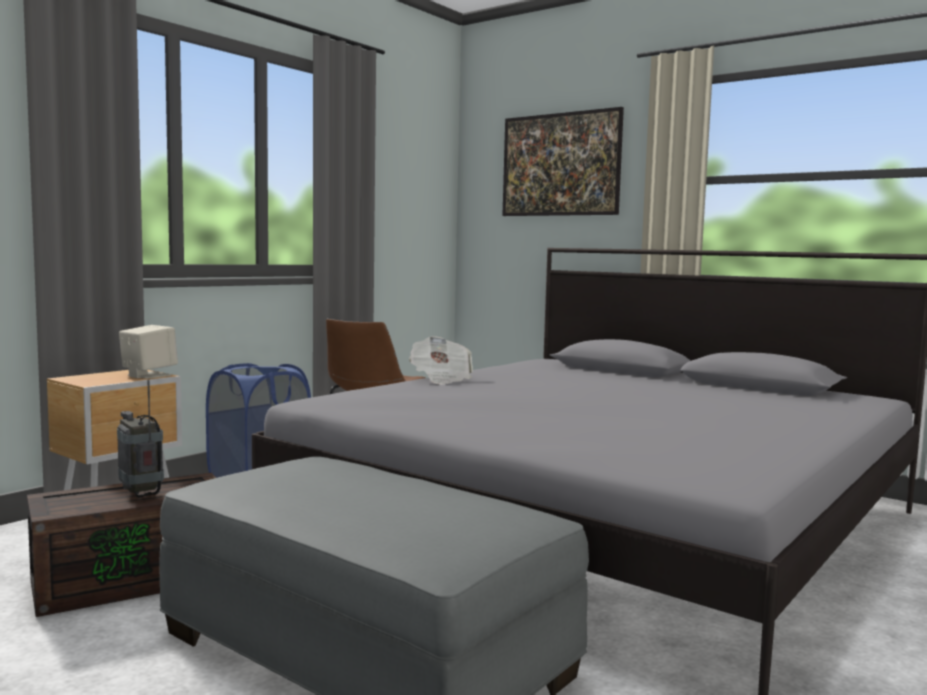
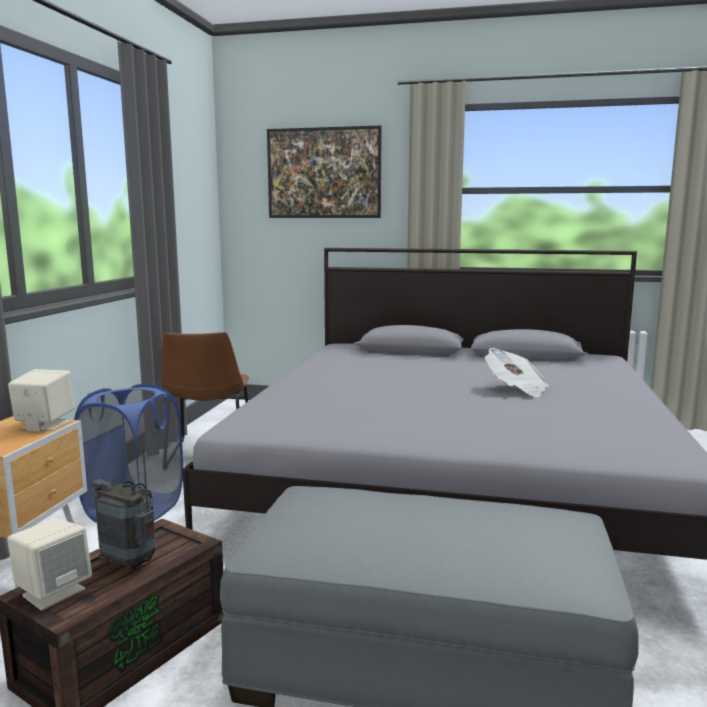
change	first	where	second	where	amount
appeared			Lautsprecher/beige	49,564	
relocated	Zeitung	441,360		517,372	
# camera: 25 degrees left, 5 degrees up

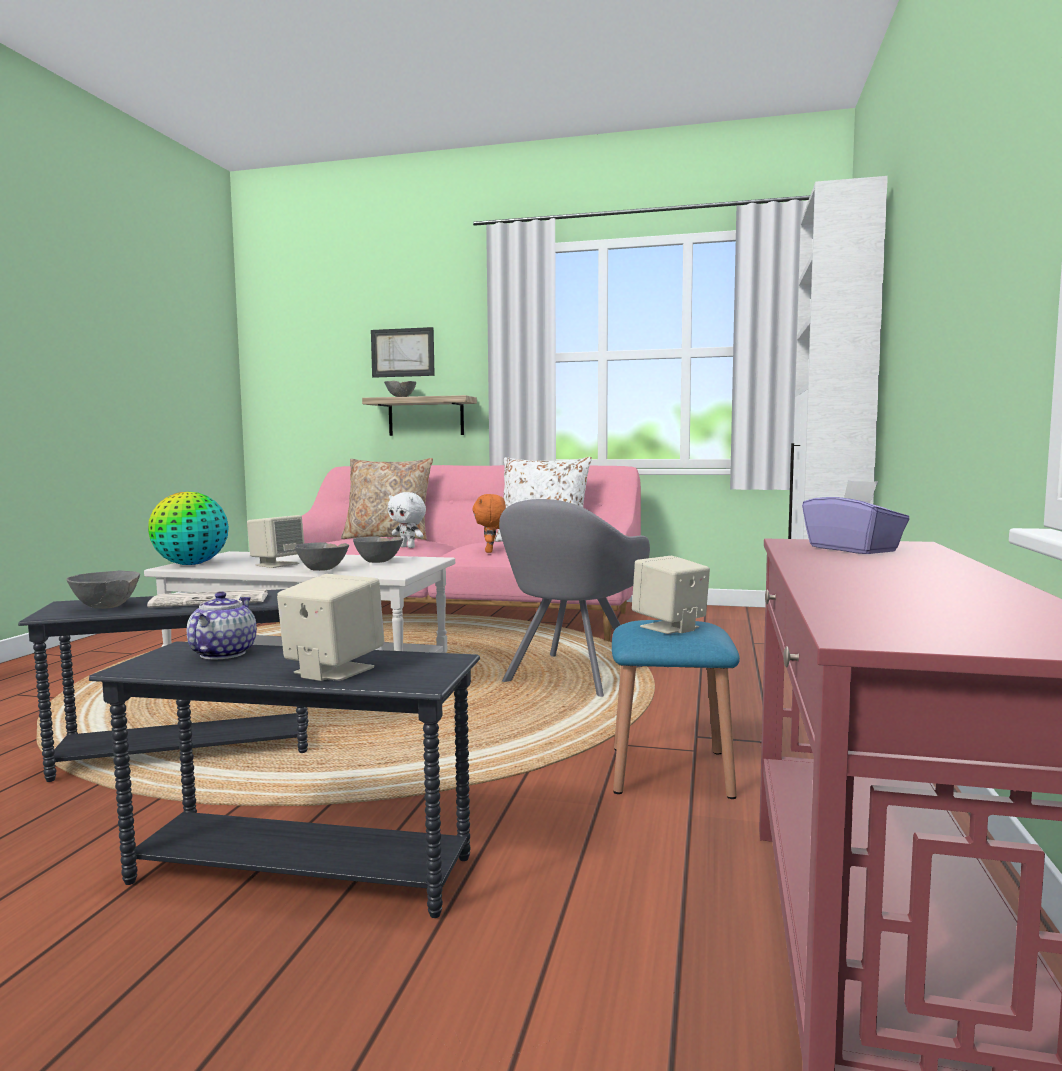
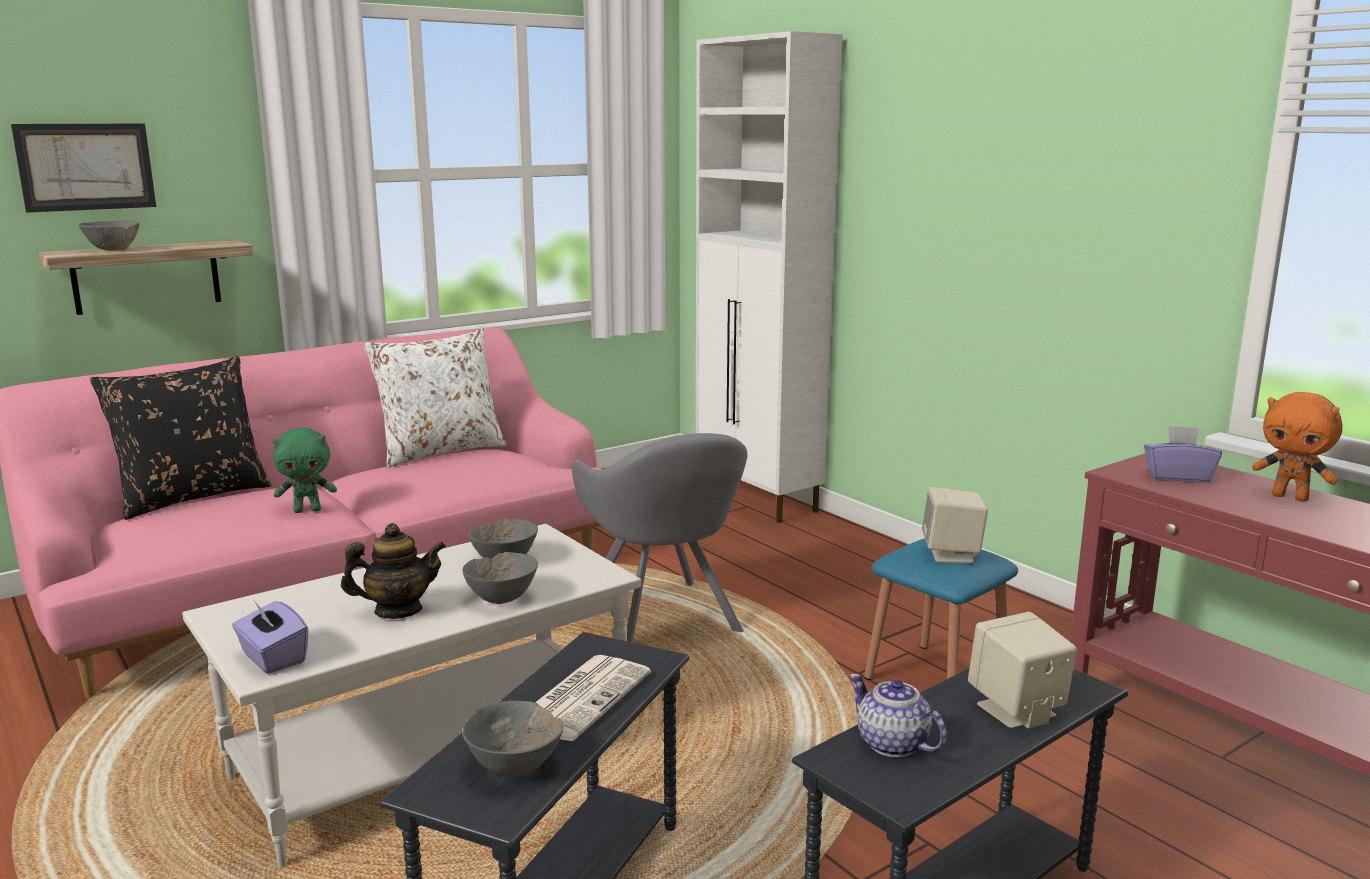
change	first	where	second	where	amount
relocated	Plüschtier/orange	489,523		1297,447	
exchanged	Globus	188,528	Taschentuchbox/lila	270,636	
exchanged	Lautsprecher/beige	275,541	Teekanne	393,571	
colour	Kissen/beige	387,499	Kissen/schwarz	181,438	
colour	Plüschtier/weiß	407,520	Plüschtier/grün	304,470	
# camera: 50 degrees left, 10 degrees up

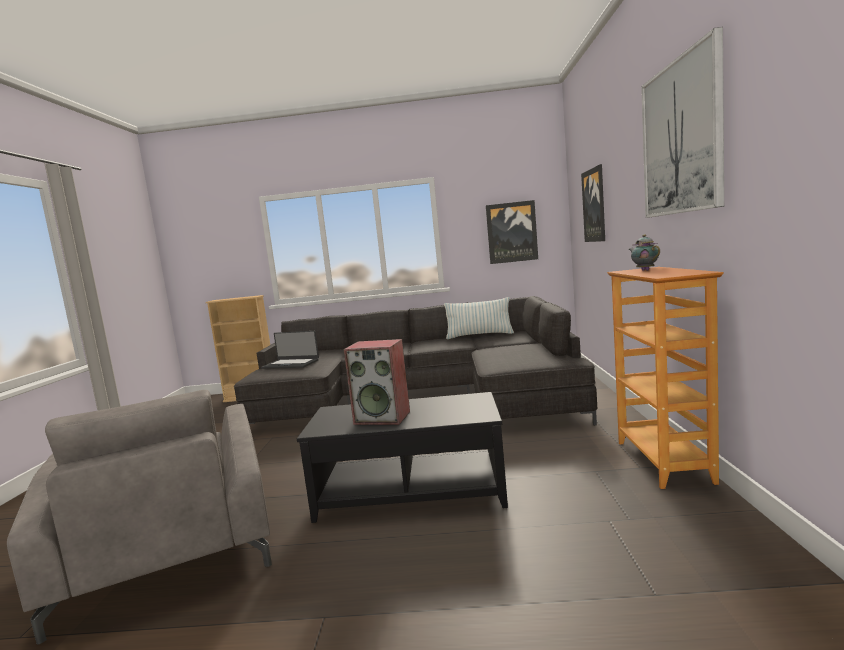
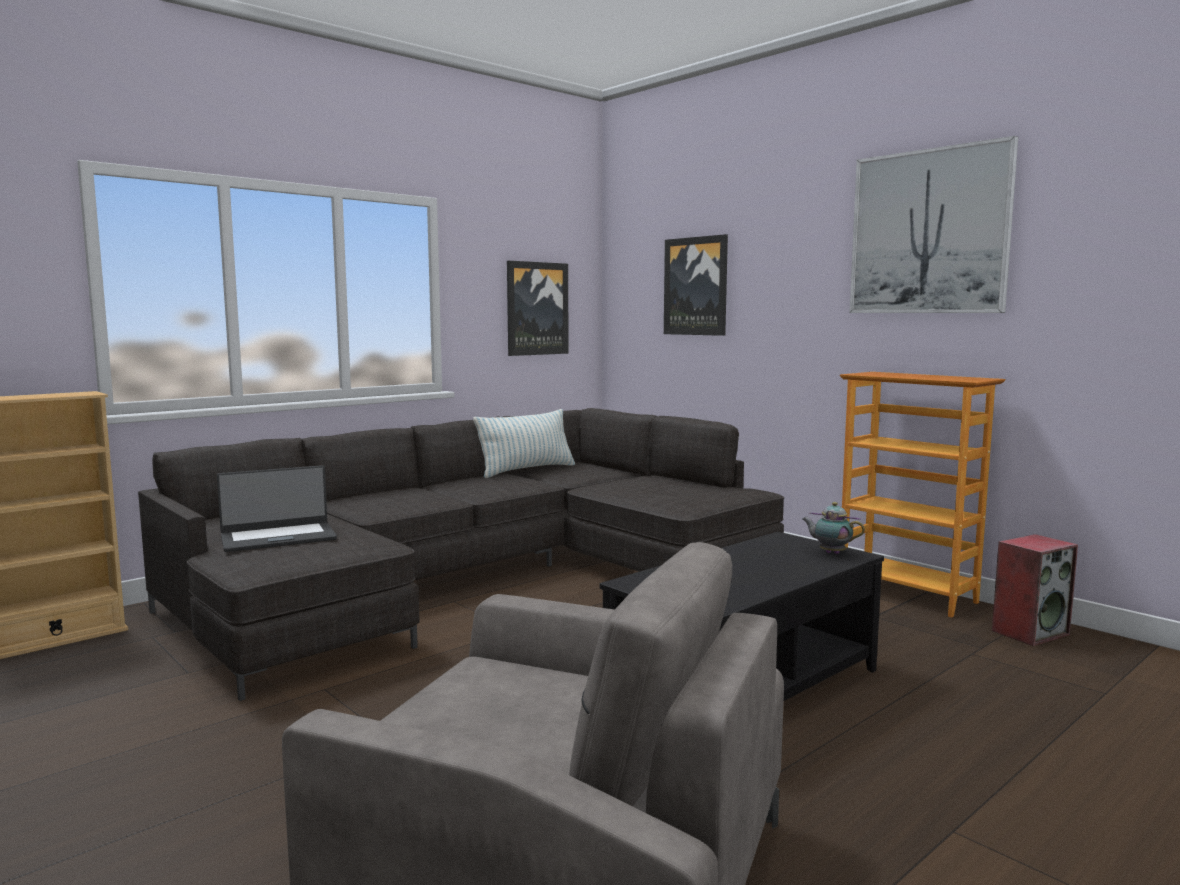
change	first	where	second	where	amount
relocated	Lautsprecher	377,382		1035,590	
relocated	Teekanne	644,252		833,528	
# camera: 45 degrees left, 0 degrees up

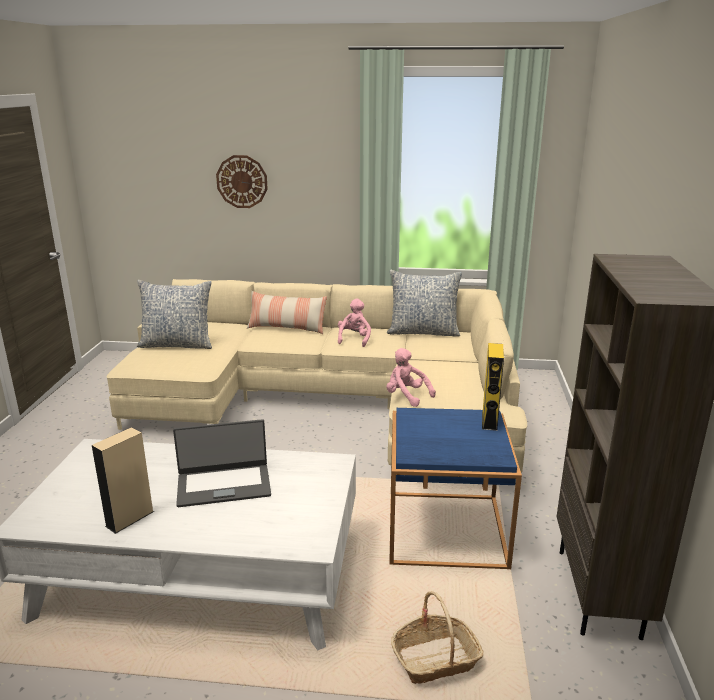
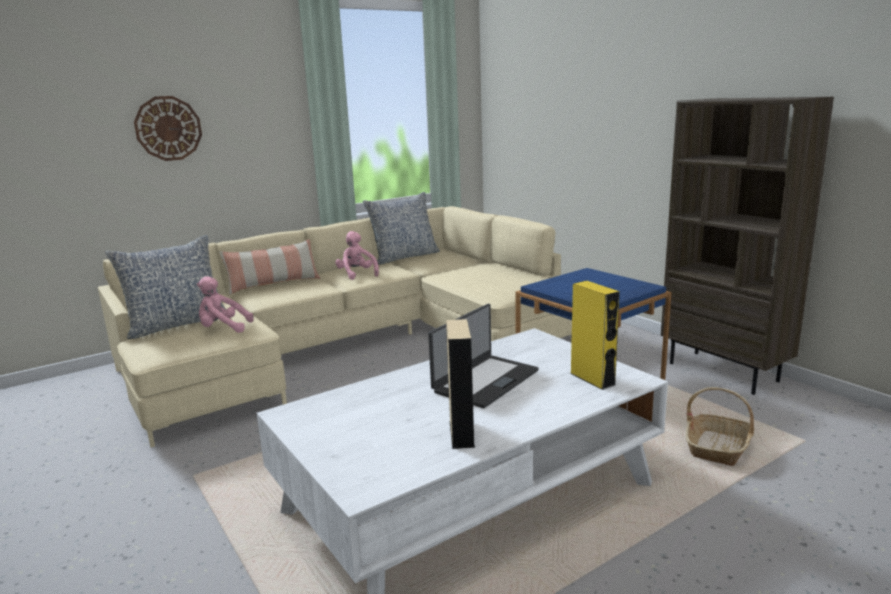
change	first	where	second	where	amount
relocated	Plüschtier/rosa	411,377		225,305	
relocated	Lautsprecher/gelb	493,387		595,335	
# camera: 40 degrees left, 5 degrees down

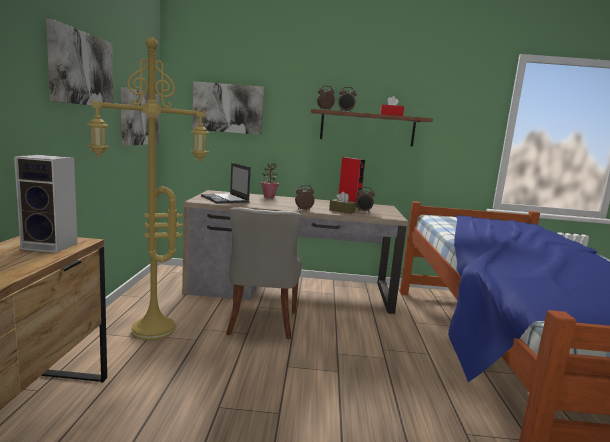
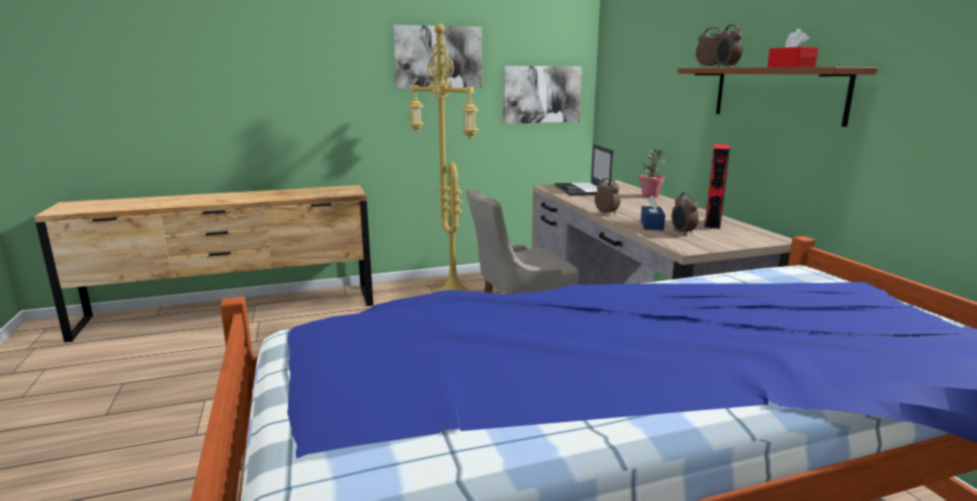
change	first	where	second	where	amount
missing	Lautsprecher	46,204			
missing	Bild	228,108			
colour	Taschentuchbox/braun	342,203	Taschentuchbox/blau	653,212	
spun	Laptop	226,183		584,170	45 degrees counterclockwise
# camera: 70 degrees right, 5 degrees up

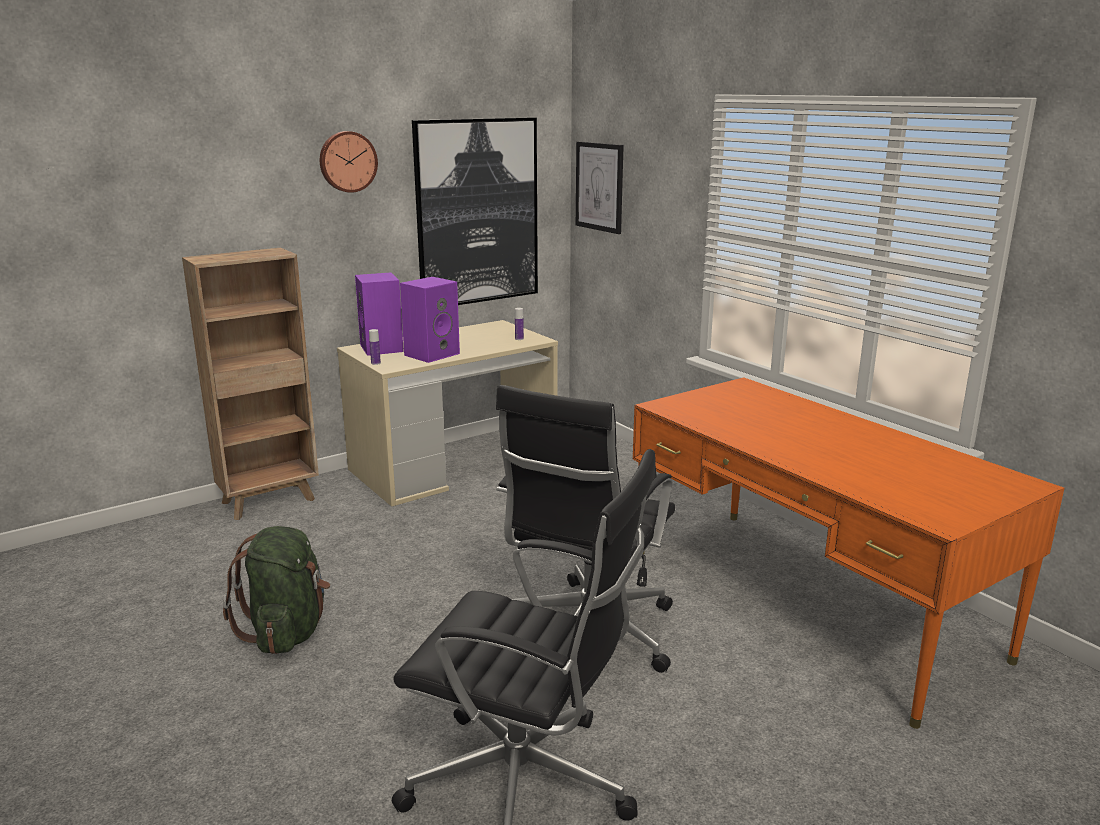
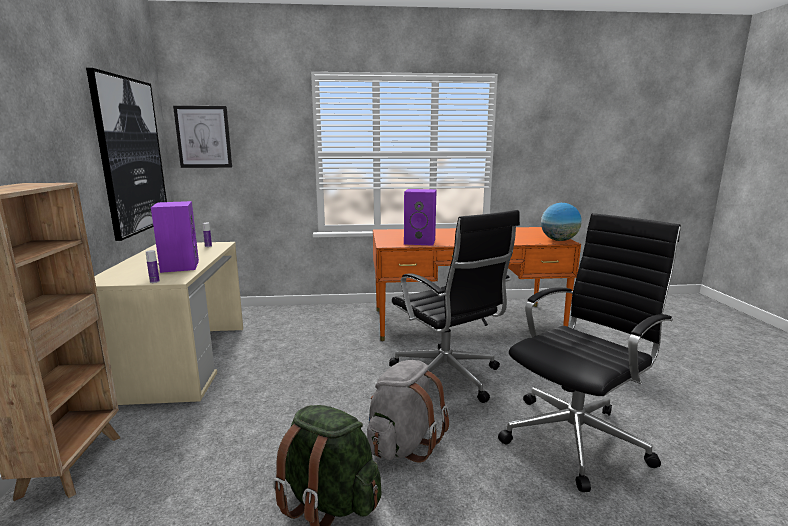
change	first	where	second	where	amount
missing	Wanduhr	349,162			
appeared			Rucksack/grau	408,411	
appeared			Globus	561,222	
relocated	Lautsprecher/lila	379,314		420,217	
# camera: 60 degrees left, 5 degrees down

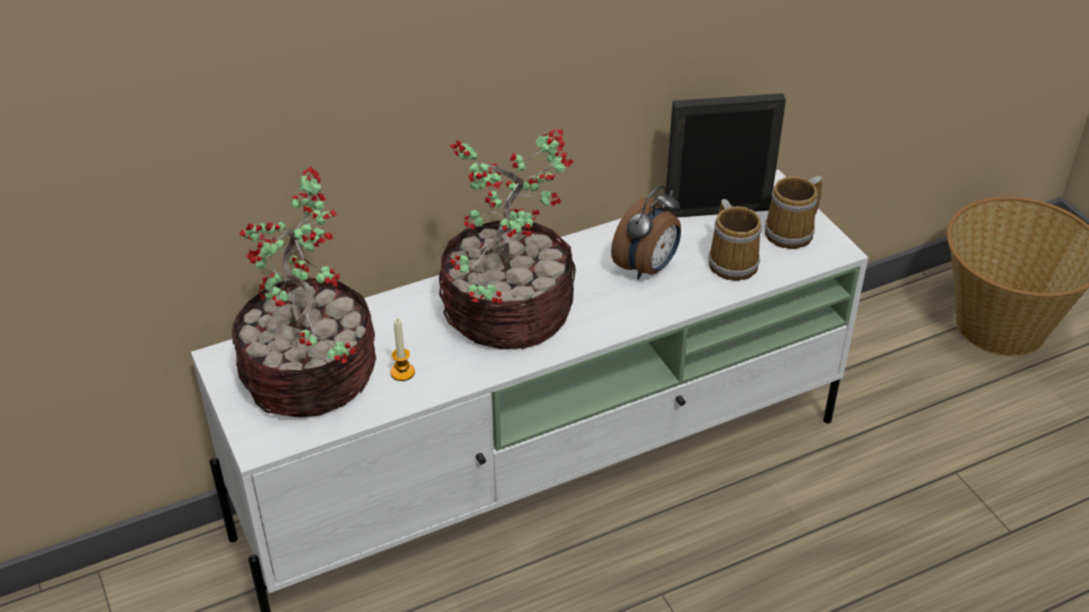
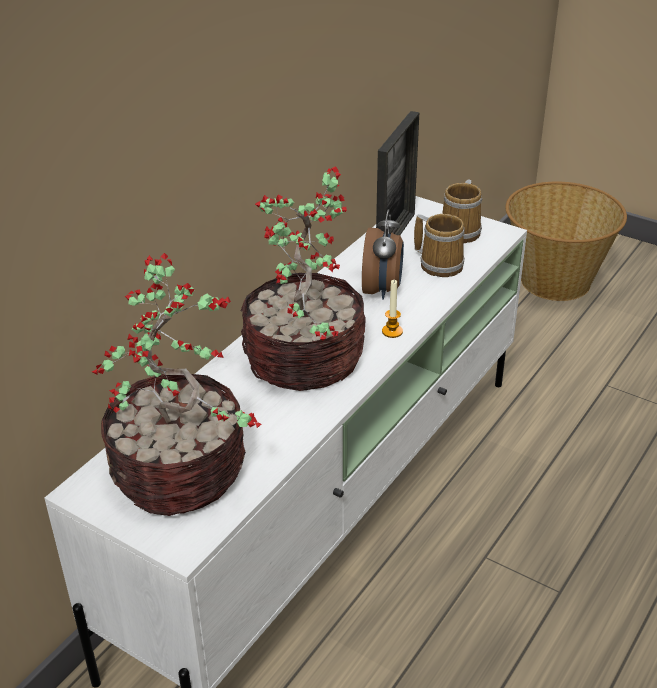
change	first	where	second	where	amount
relocated	Kerze	402,350		392,309	
spun	Bilderrahmen	726,155		397,173	150 degrees clockwise
# camera: 30 degrees left, 5 degrees down

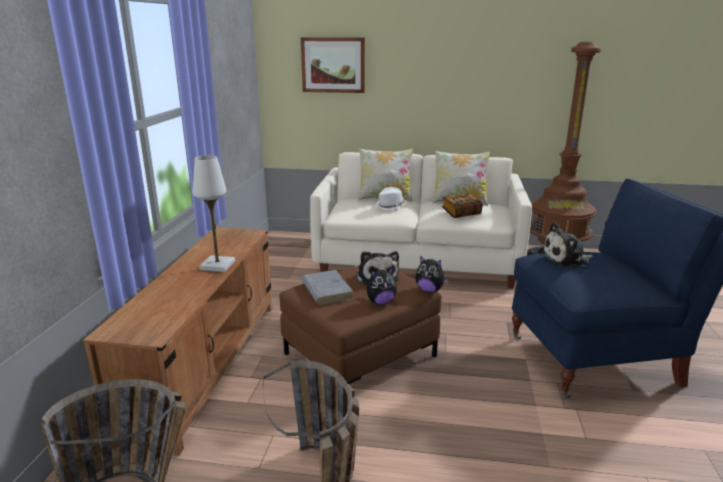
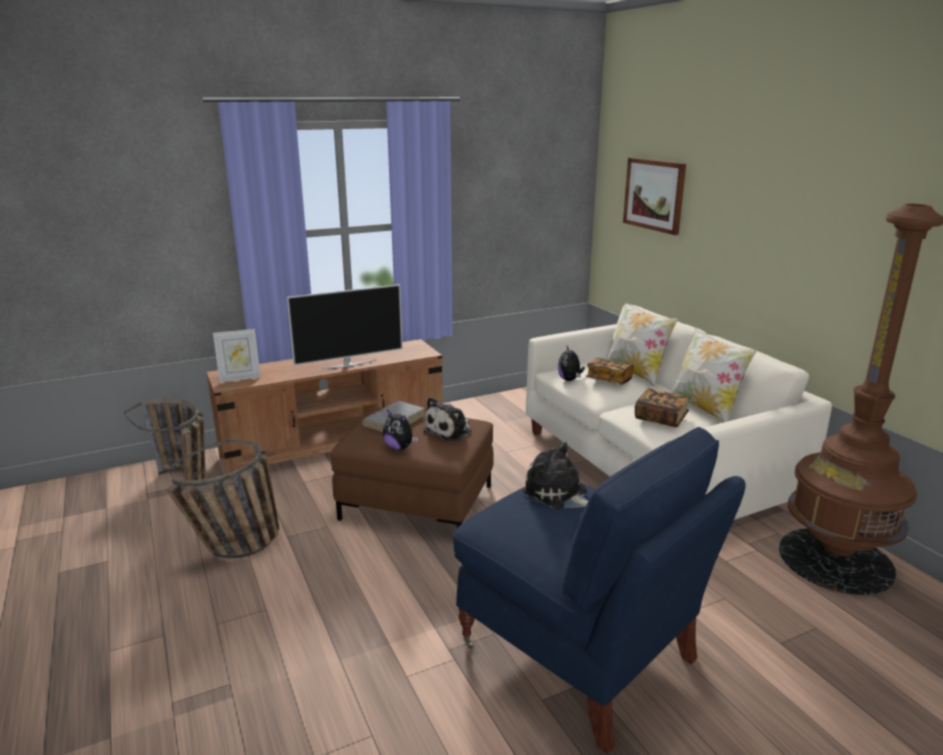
change	first	where	second	where	amount
appeared			Bilderrahmen	237,355	
relocated	Plüschtier	432,274		571,363	
exchanged	Tischlampe/weiß	214,213	Fernseher	345,326	
exchanged	Hut/weiß	390,198	Buch	610,371	
# camera: 55 degrees right, 0 degrees up

